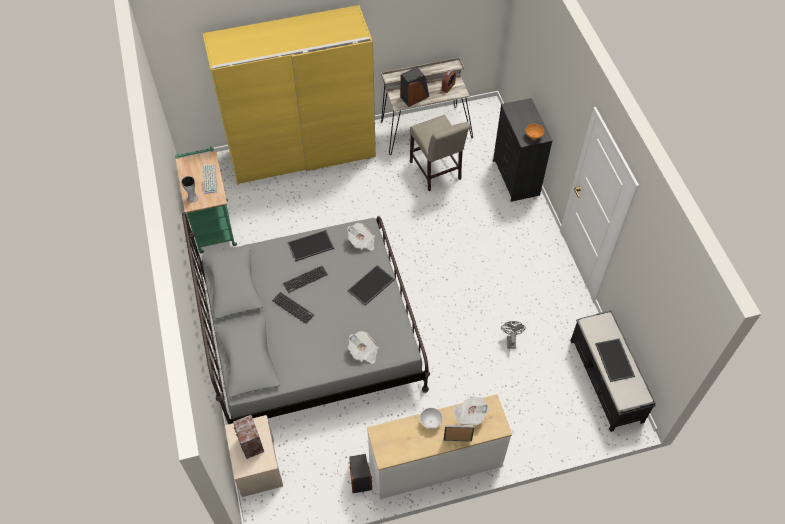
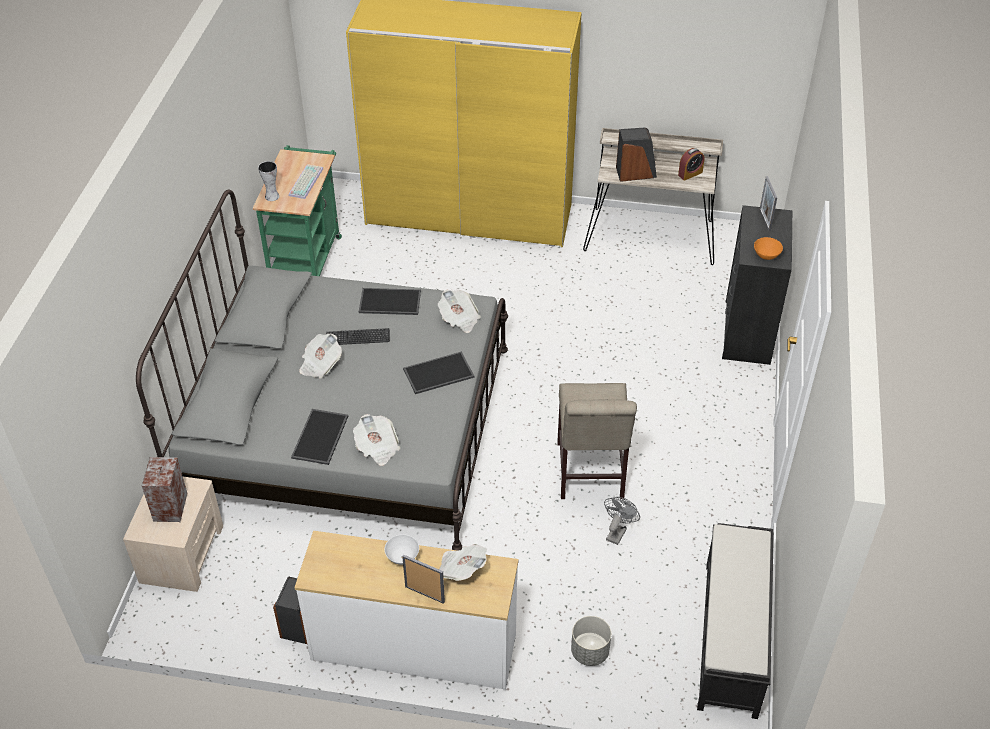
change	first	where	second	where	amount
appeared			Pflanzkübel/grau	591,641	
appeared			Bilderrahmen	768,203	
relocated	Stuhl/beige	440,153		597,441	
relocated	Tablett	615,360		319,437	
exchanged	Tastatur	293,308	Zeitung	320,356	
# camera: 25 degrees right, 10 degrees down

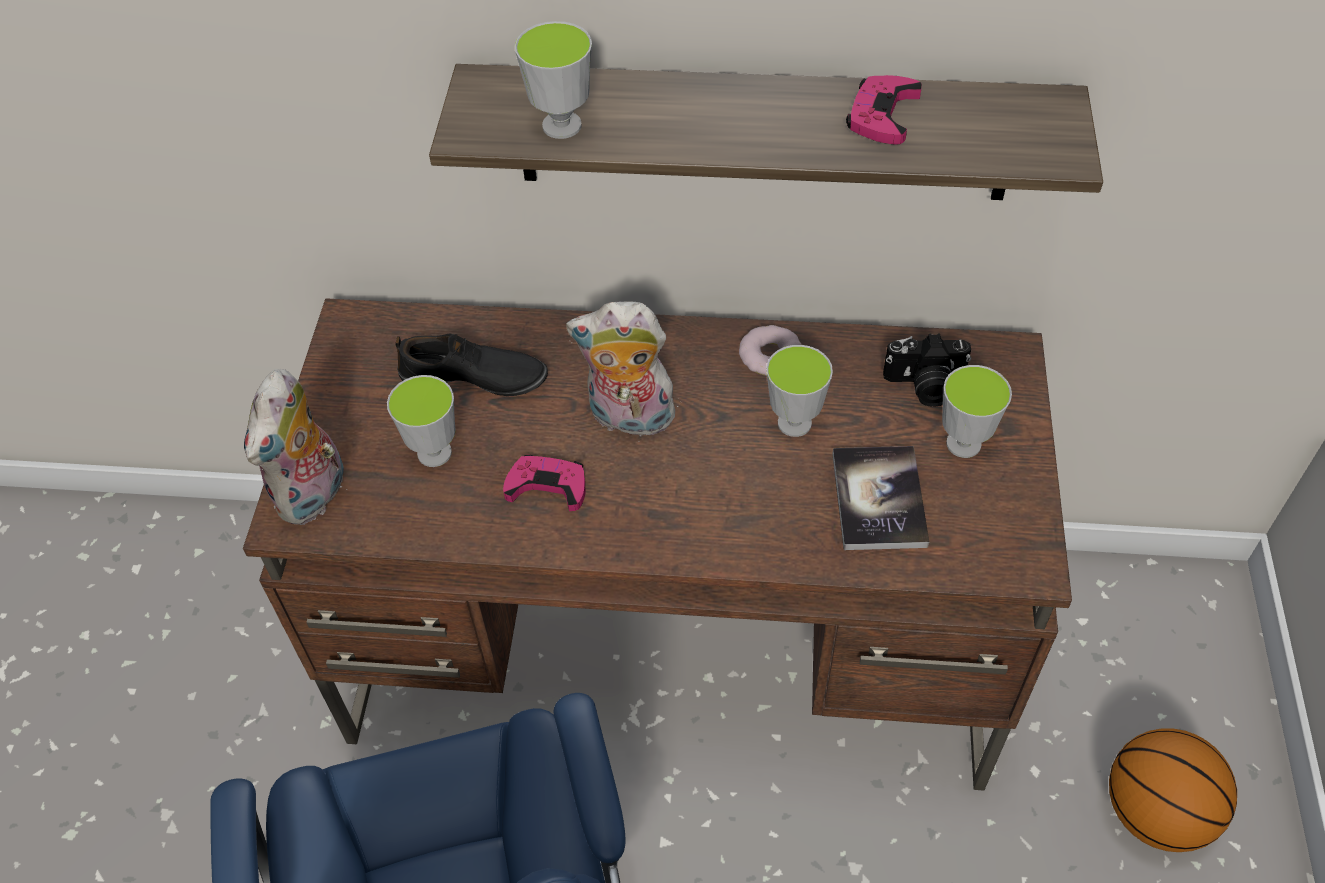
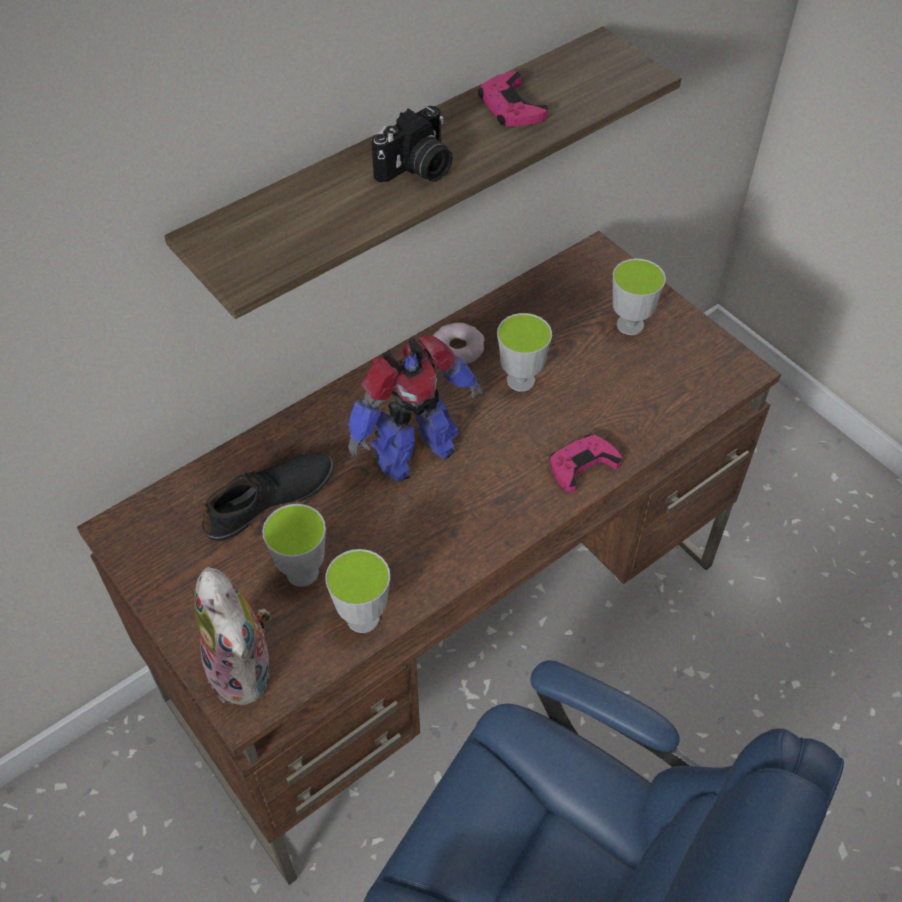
change	first	where	second	where	amount
missing	Buch	880,498			
missing	Basketball	1173,790			
relocated	Gamepad/rosa	544,483		585,463	
relocated	Tasse	553,80		357,591	
relocated	Kamera	927,370		412,144	
exchanged	Plüschtier	622,372	Spielzeugroboter	415,408	
# camera: 45 degrees left, 0 degrees up

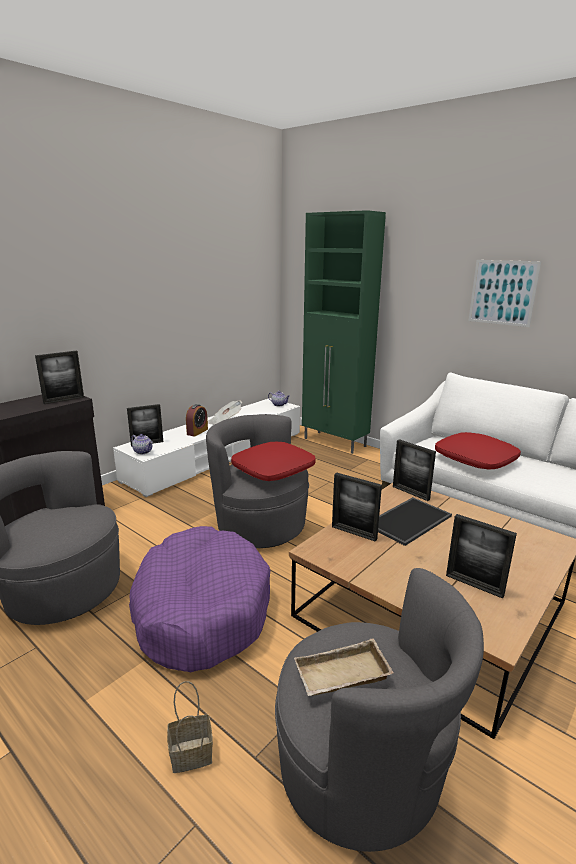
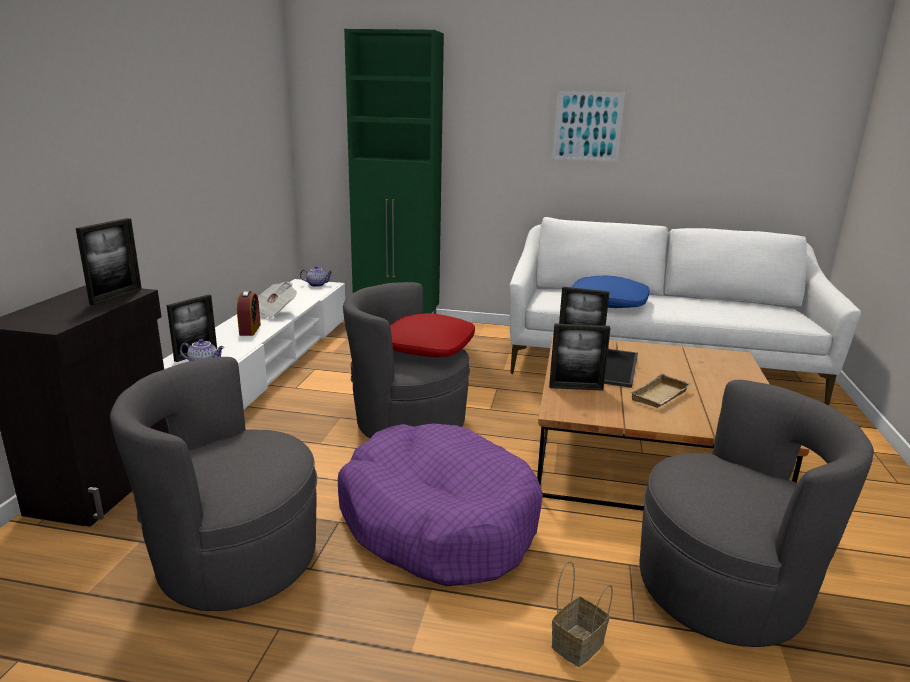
change	first	where	second	where	amount
missing	Bilderrahmen	481,556			
relocated	Tablett/beige	344,667		661,390	
colour	Kissen/rot	478,450	Kissen/blau	611,292	
# camera: 30 degrees left, 0 degrees up

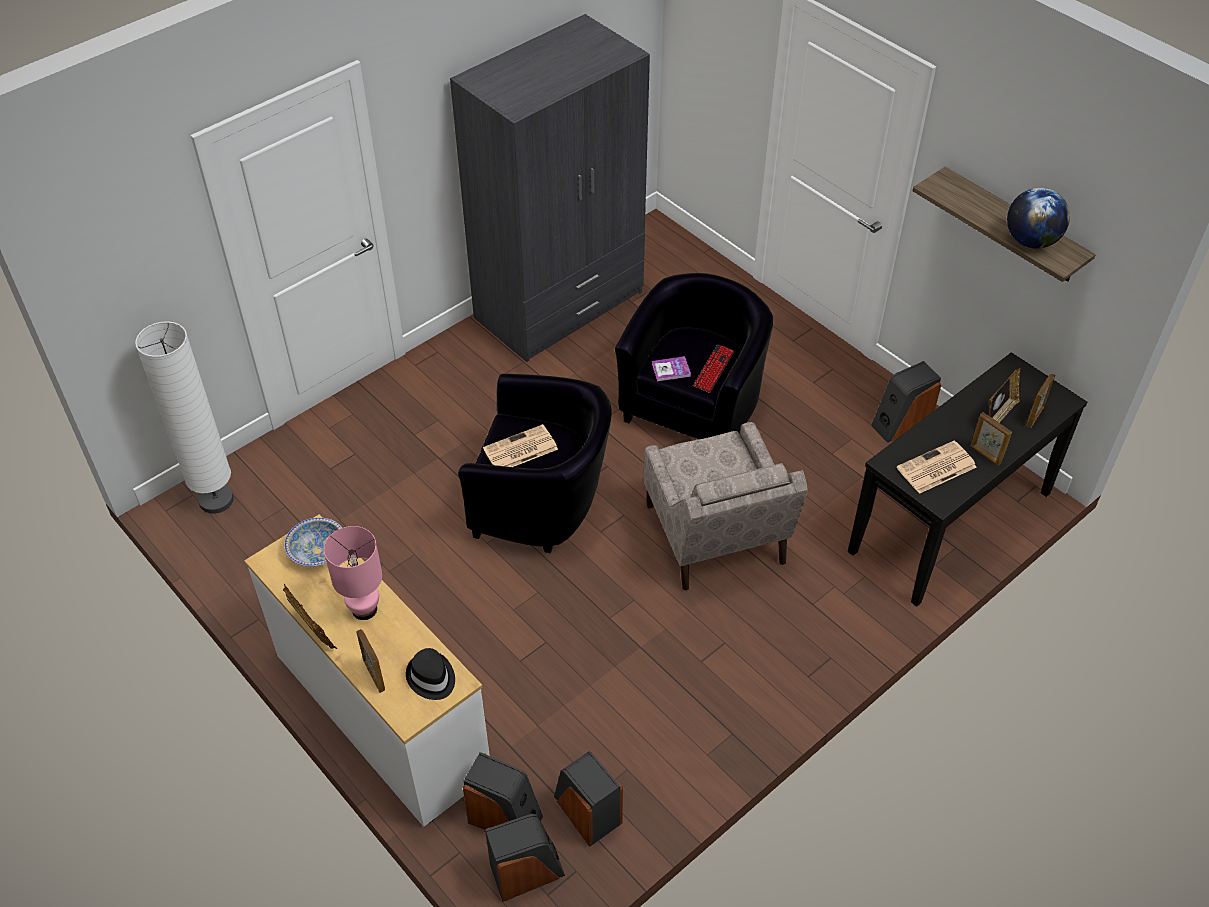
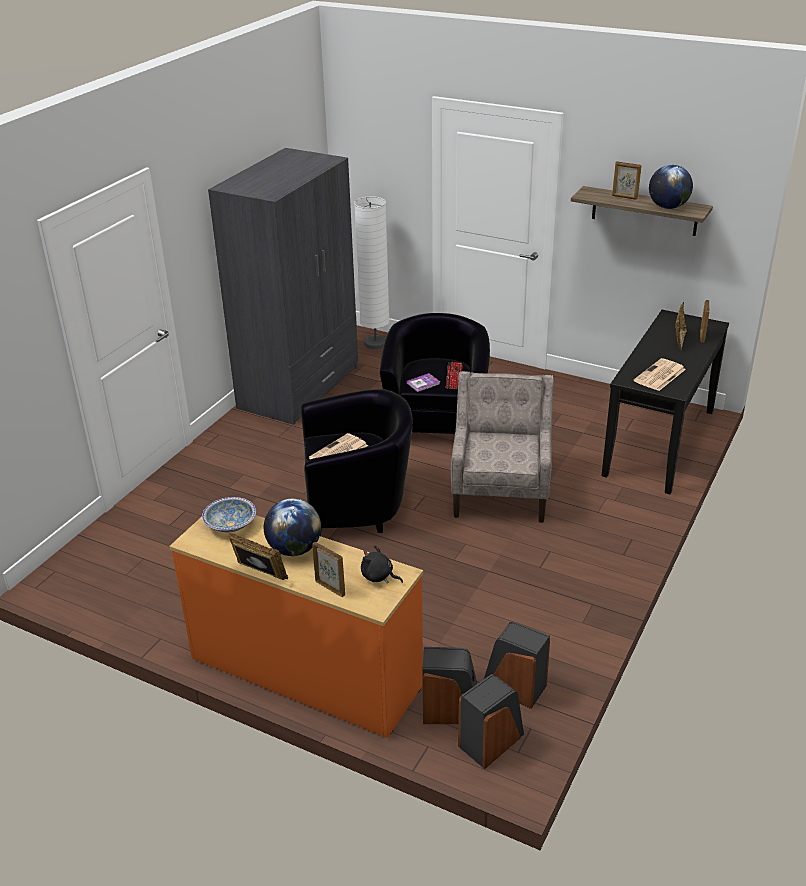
change	first	where	second	where	amount
missing	Lautsprecher	906,402			
relocated	Stehlampe/weiß	184,417		371,272	
relocated	Bilderrahmen	991,439		627,180	
exchanged	Tischlampe/rosa	353,573	Globus	292,527	
exchanged	Hut/schwarz	430,674	Plüschtier/schwarz	382,564	
colour	Kommode/weiß	367,670	Kommode/orange	296,626	
spun	Sessel/beige	725,506		502,447	135 degrees counterclockwise
# camera: 20 degrees left, 15 degrees down

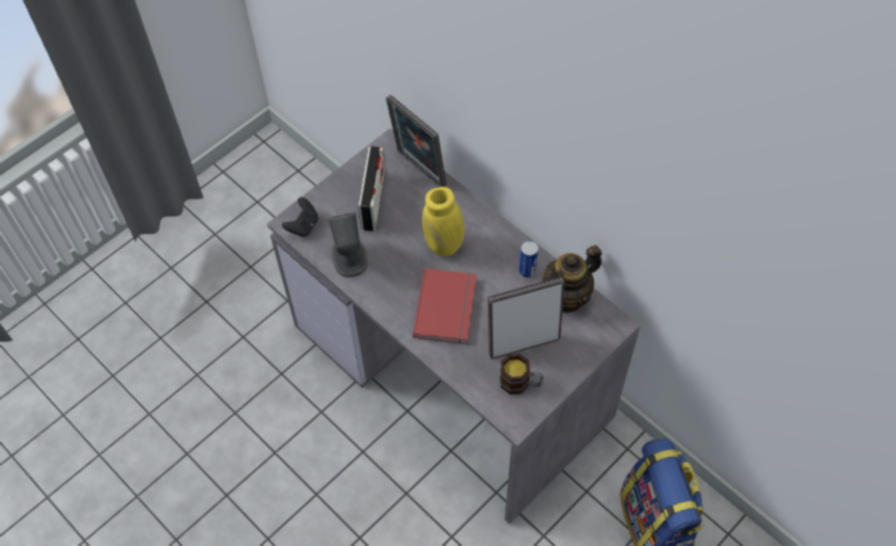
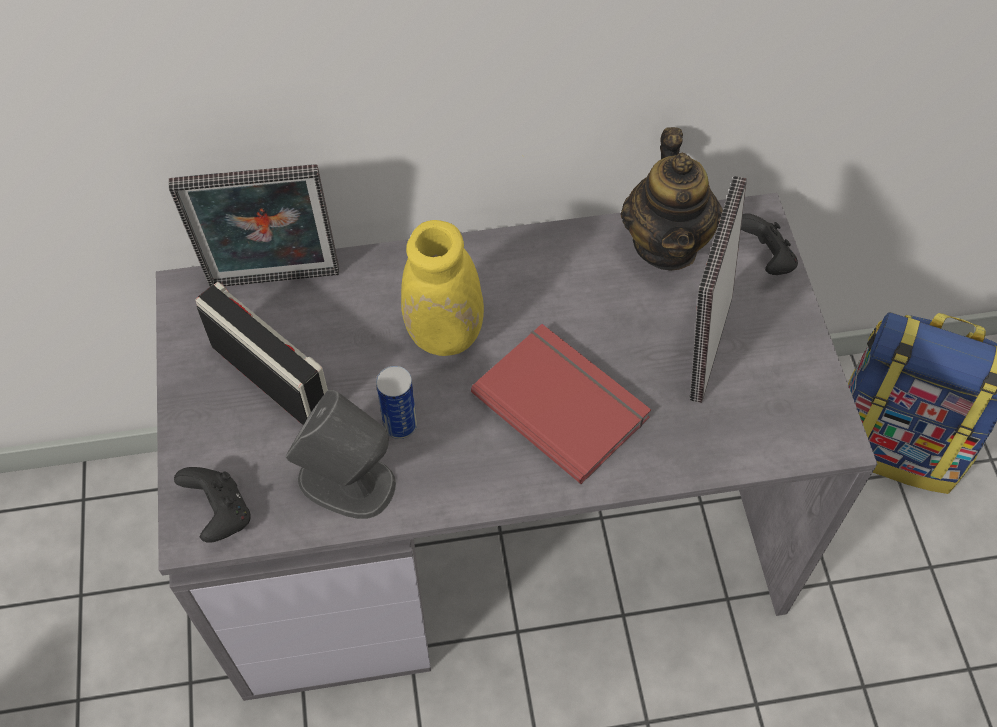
change	first	where	second	where	amount
missing	Henkelbecher	521,374			
appeared			Gamepad/schwarz	769,244	
relocated	Dose	528,259		396,402	
# camera: 55 degrees left, 0 degrees up

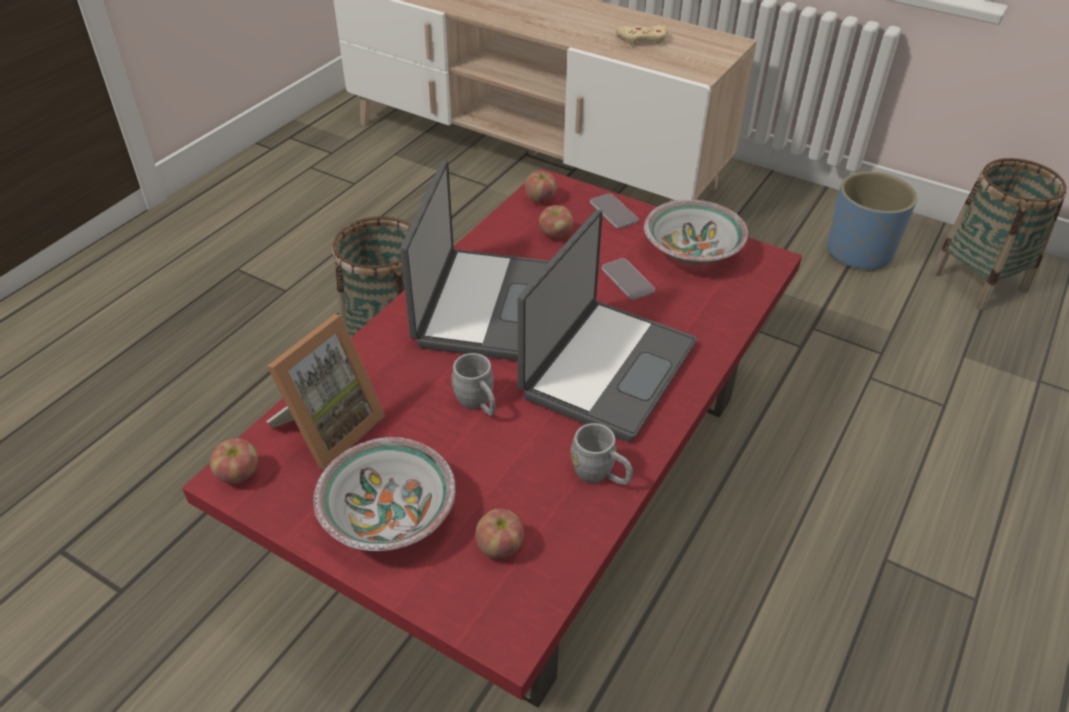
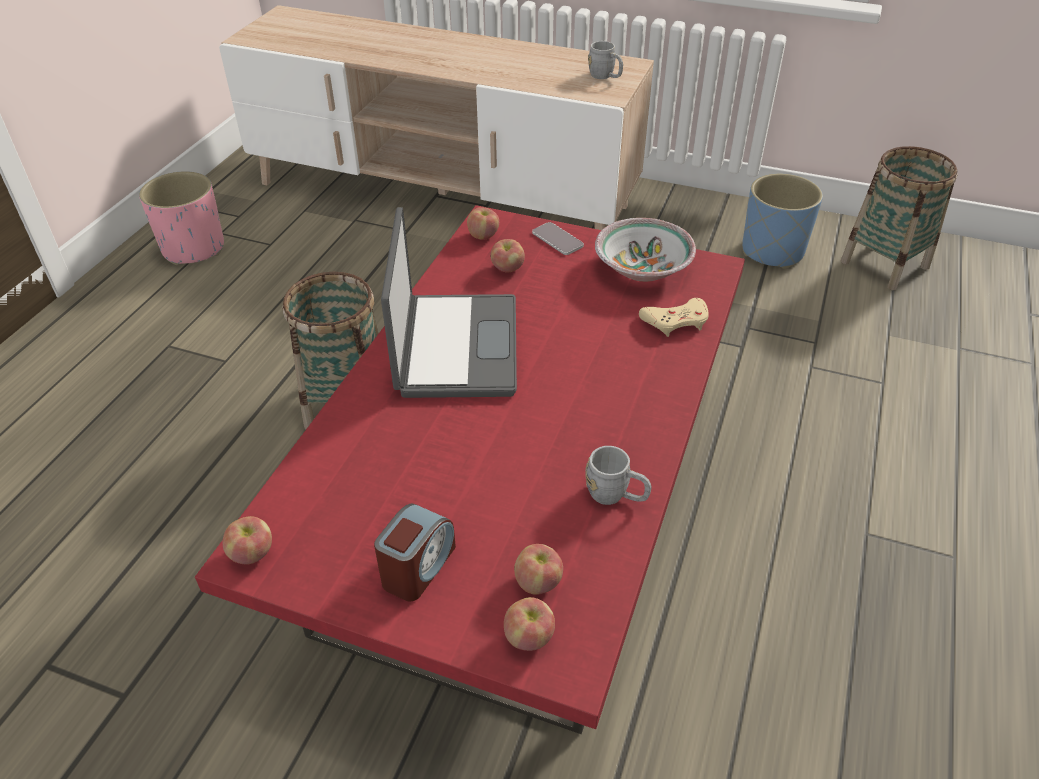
change	first	where	second	where	amount
missing	Bilderrahmen	325,392			
missing	Laptop	606,326			
missing	Handy	628,279			
appeared			Pflanzkübel/rosa	181,218	
appeared			Apfel	529,624	
relocated	Henkelbecher/grau	473,384		605,60	
relocated	Gamepad/beige	642,36		674,317	
exchanged	Schüssel	384,494	Wecker	415,552	
# camera: 10 degrees left, 0 degrees up

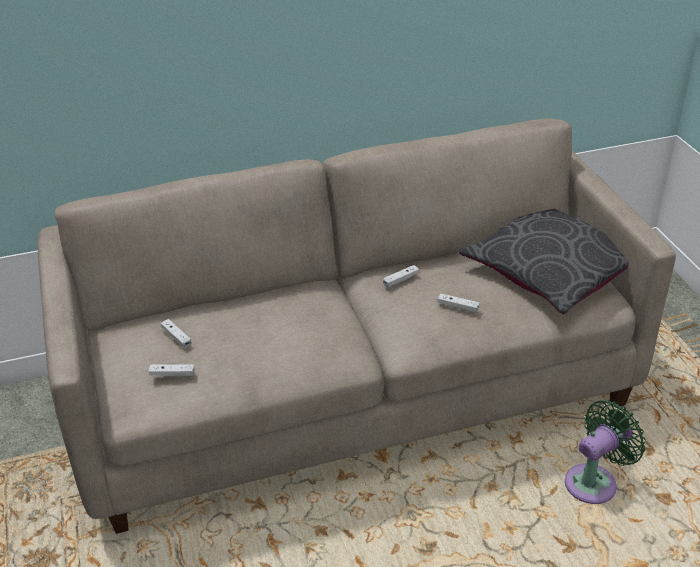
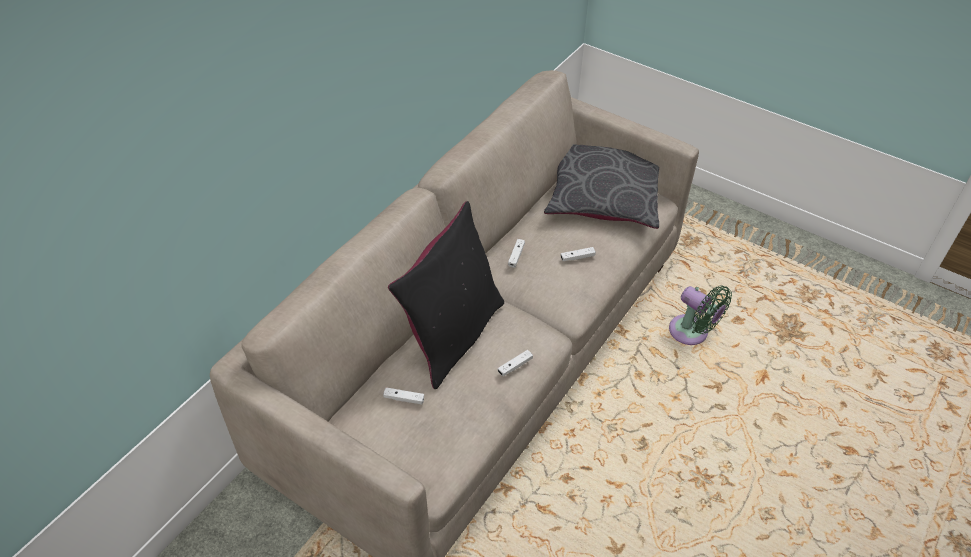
change	first	where	second	where	amount
appeared			Kissen/schwarz	446,295	
relocated	Gamepad/weiß	172,370		515,363	
spun	Ventilator/grün	605,452		700,315	120 degrees clockwise
# camera: 40 degrees left, 10 degrees up

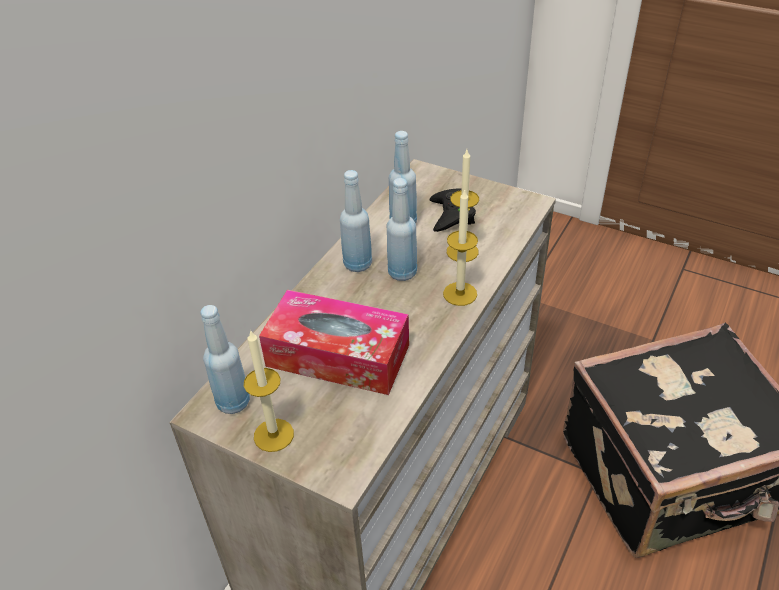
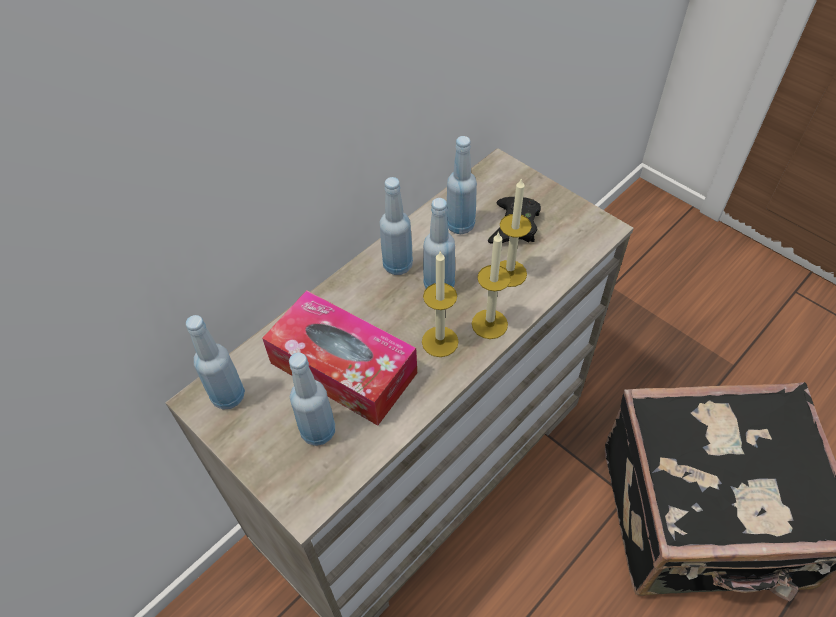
change	first	where	second	where	amount
appeared			Flasche/blau	312,399	
relocated	Kerze	269,391		440,304	
# camera: 15 degrees right, 10 degrees up

